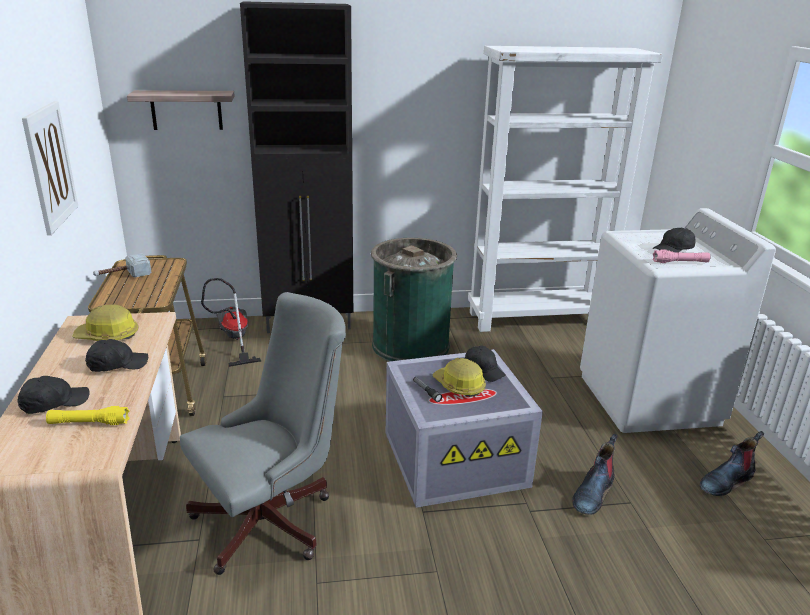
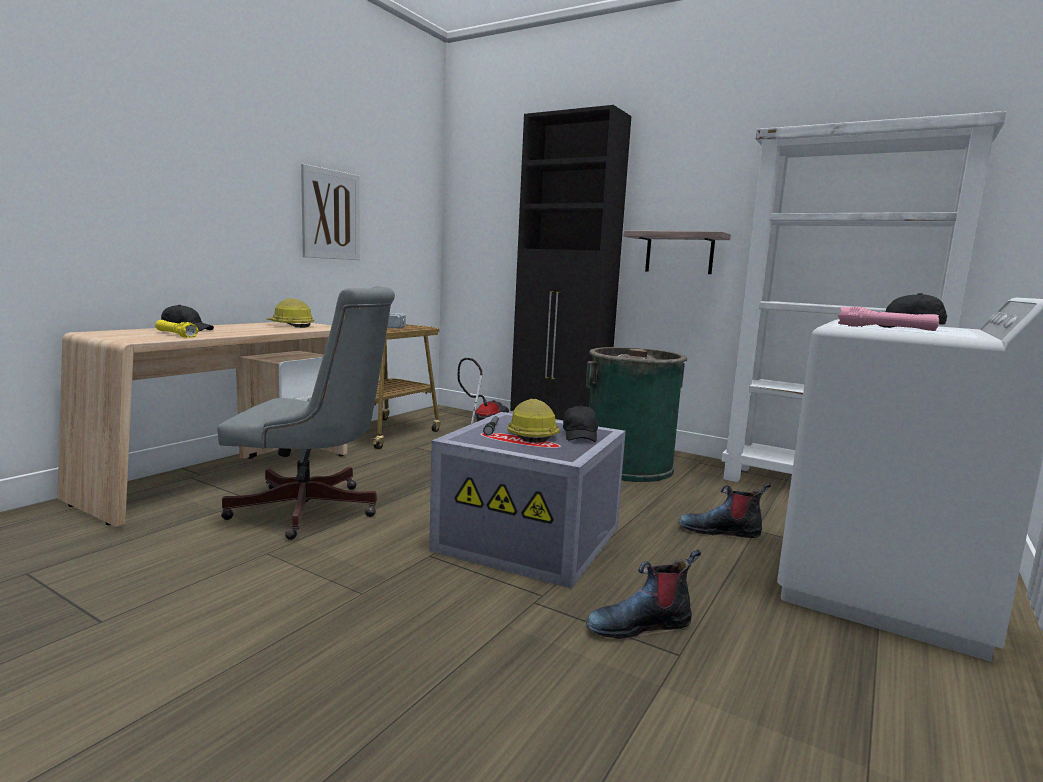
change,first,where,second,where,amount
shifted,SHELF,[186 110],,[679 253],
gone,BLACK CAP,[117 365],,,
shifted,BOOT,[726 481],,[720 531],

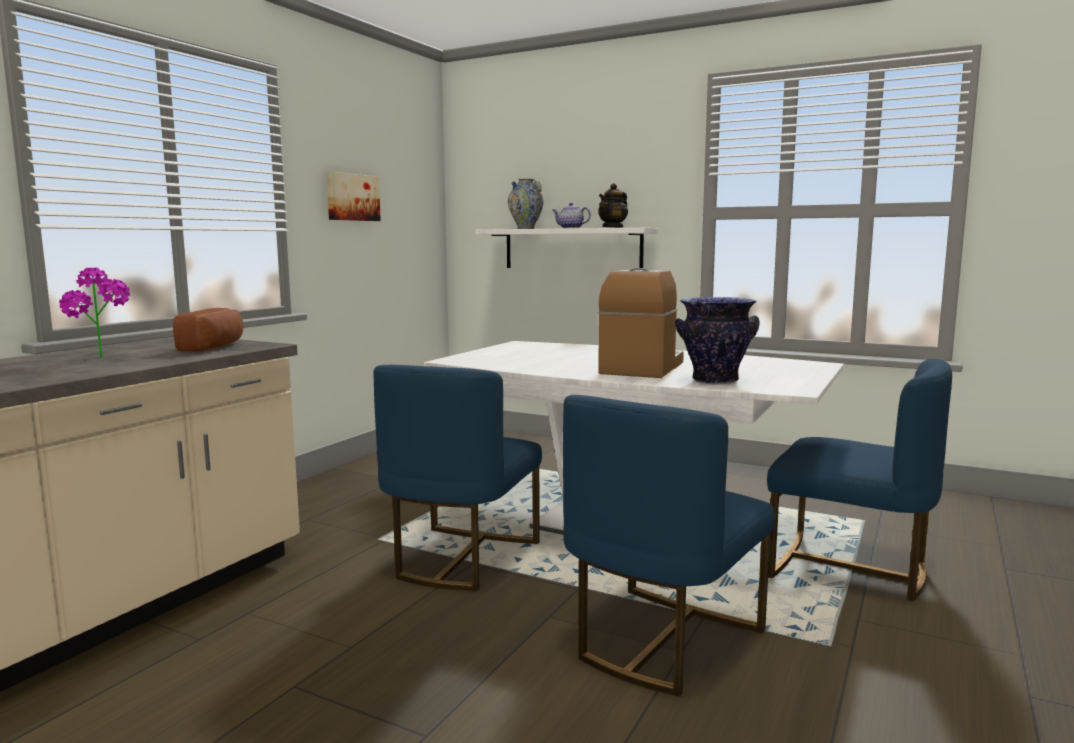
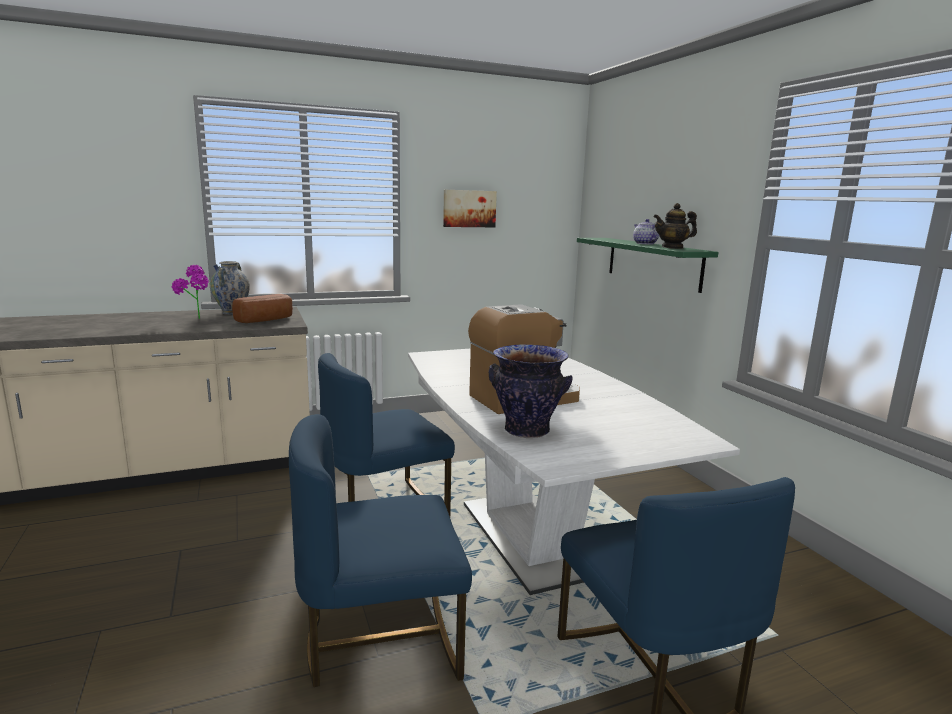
change,first,where,second,where,amount
shifted,VASE,[525 229],,[232 312],
repainted,WHITE SHELF,[572 249],GREEN SHELF,[653 263],

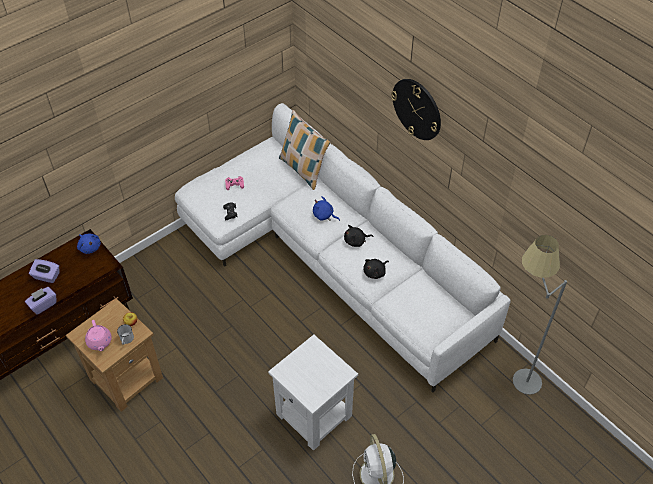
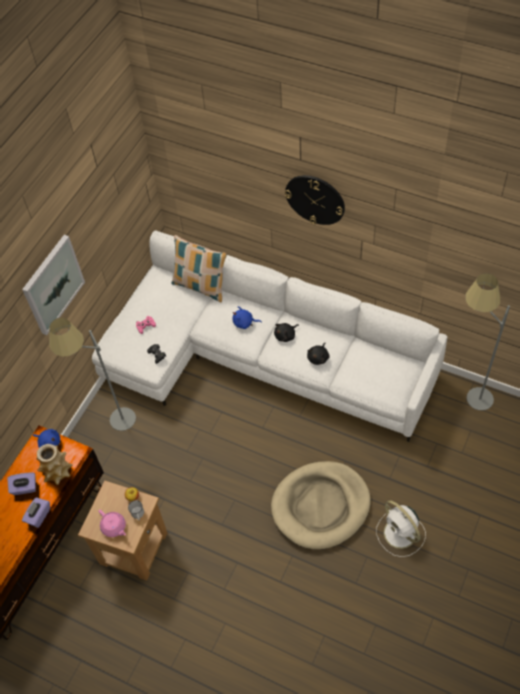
change,first,where,second,where,amount
swapped,WHITE SIDE TABLE,[314 415],BEIGE DOG BED,[321 506],
new,,,PICTURE,[52 284],
new,,,GREY FLOOR LAMP,[113 427],
new,,,VASE,[57 472],

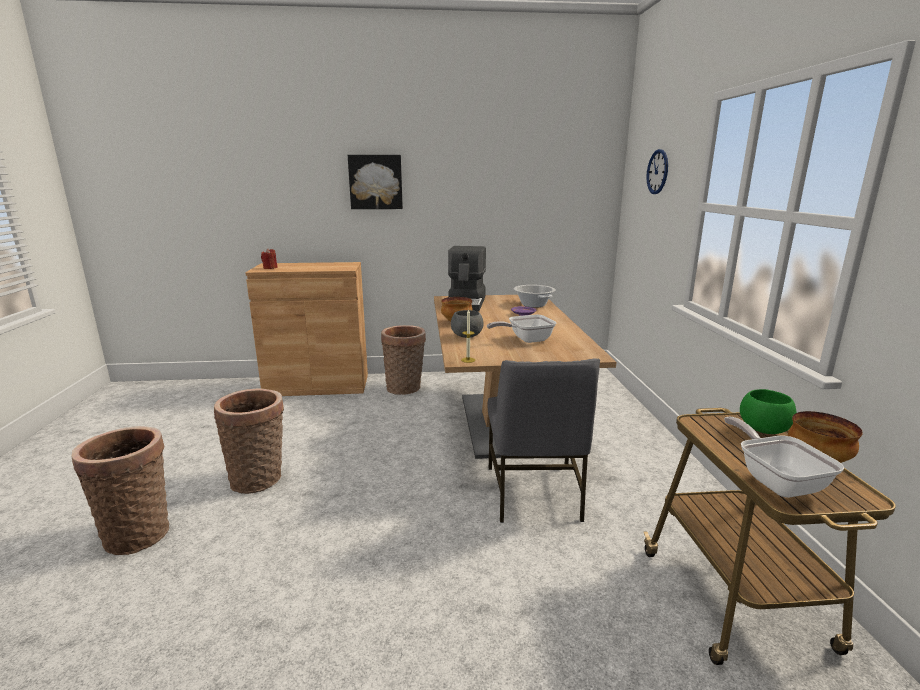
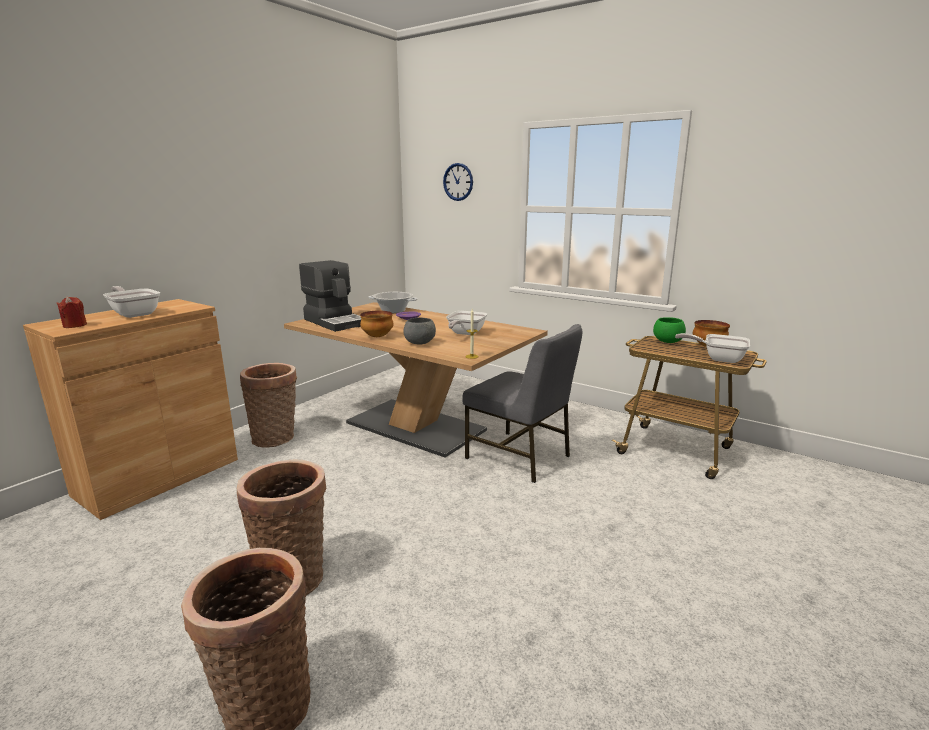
change,first,where,second,where,amount
gone,PICTURE,[375 182],,,
new,,,FRYING PAN,[134 314],

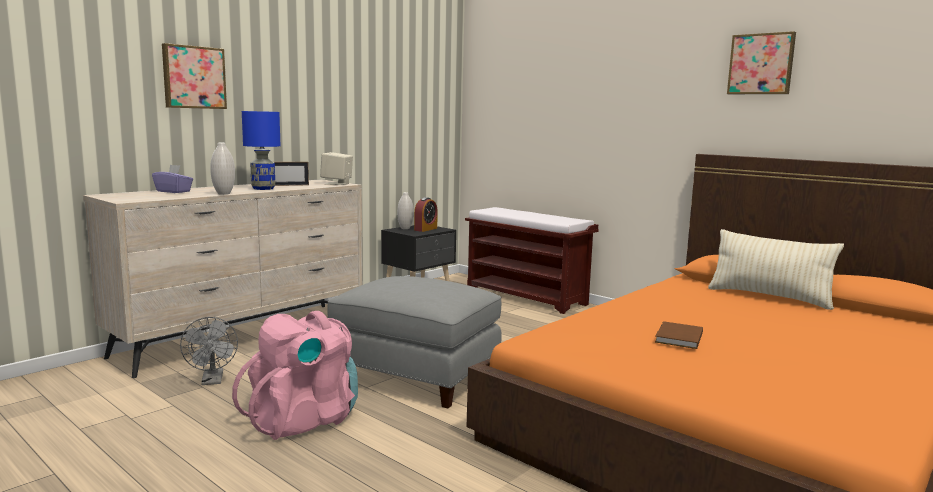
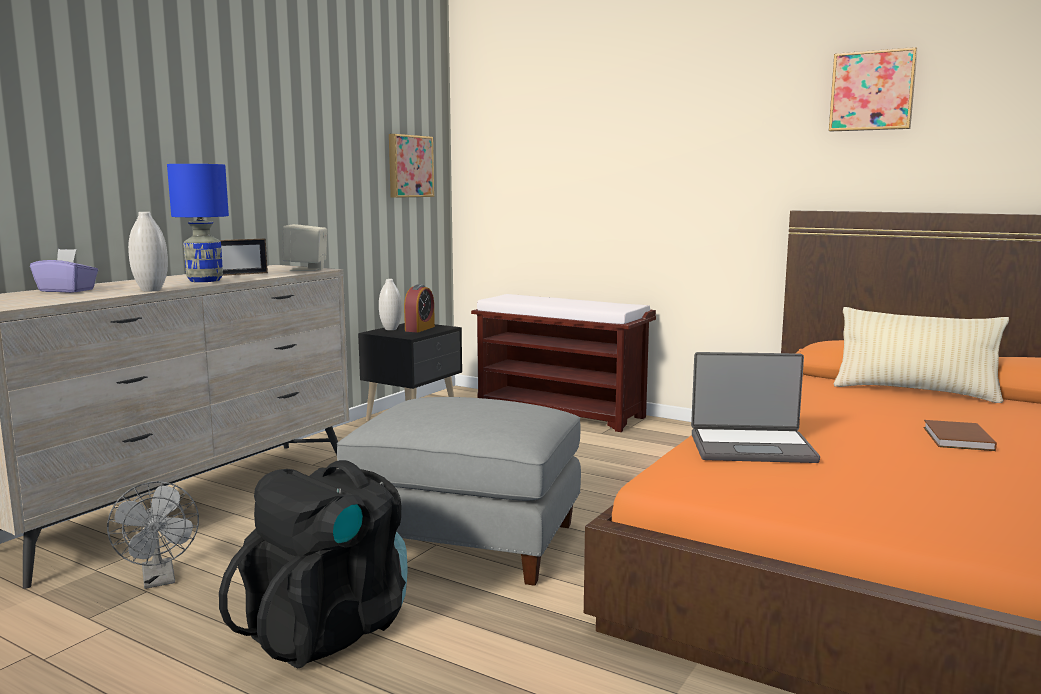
change,first,where,second,where,amount
shifted,PICTURE,[193 77],,[409 166],
repainted,PINK BACKPACK,[304 419],BLACK BACKPACK,[329 628],
shifted,BROWN BOOK,[678 338],,[957 439],
new,,,LAPTOP,[751 447],

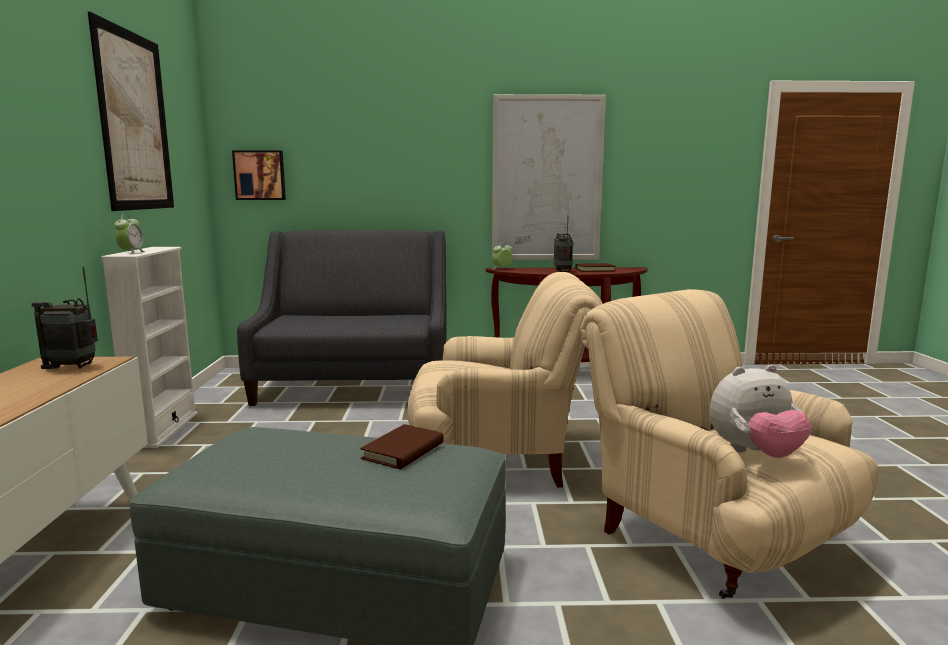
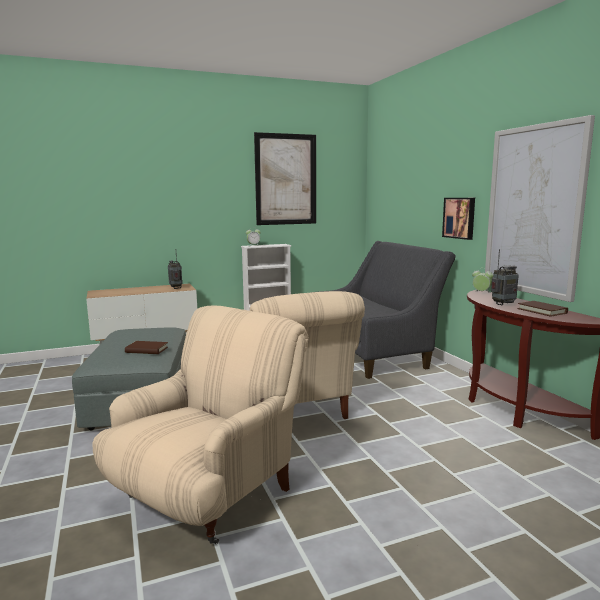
change,first,where,second,where,amount
shifted,PICTURE,[260 175],,[459 218],
gone,PLUSH TOY,[754 454],,,

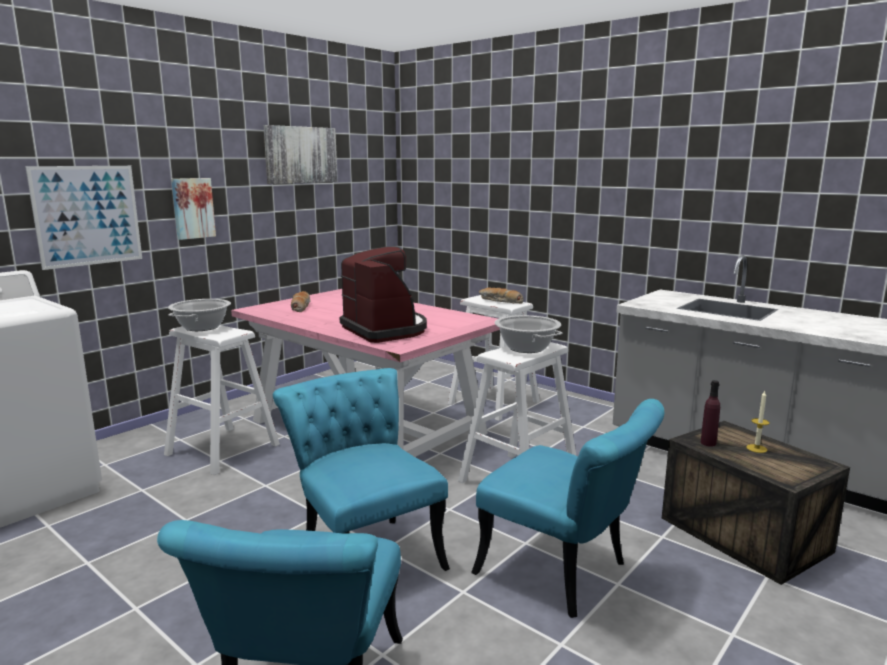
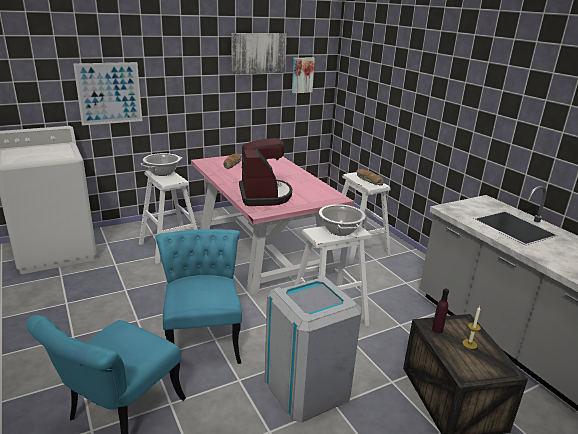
change,first,where,second,where,amount
shifted,PICTURE,[192 208],,[302 75],
swapped,TURQUOISE CHAIR,[565 574],GREY TRASH CAN,[307 388],

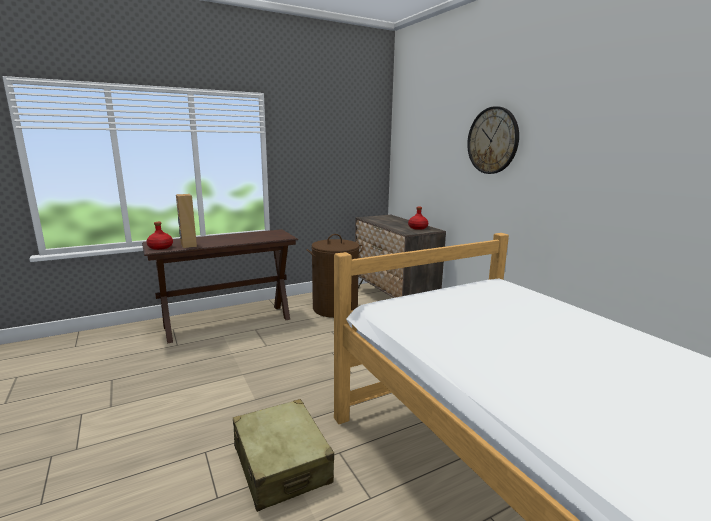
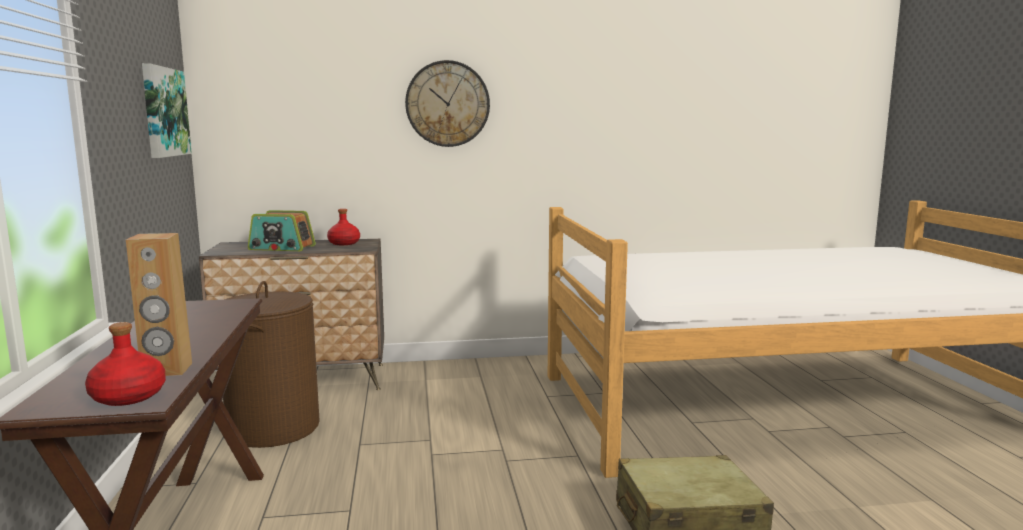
change,first,where,second,where,amount
new,,,PICTURE,[164 112],
new,,,RADIO,[282 248],

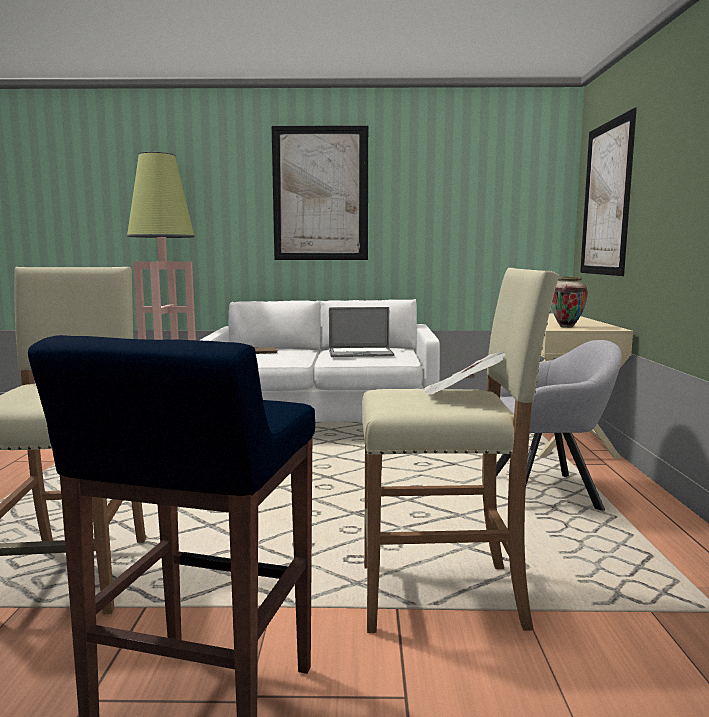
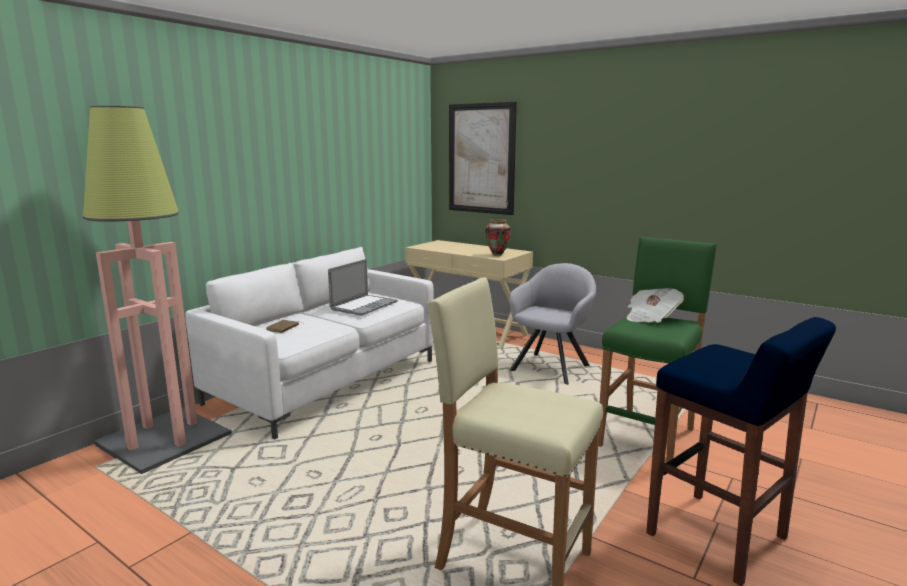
change,first,where,second,where,amount
gone,PICTURE,[320 194],,,
repainted,BEIGE STOOL,[443 596],GREEN STOOL,[647 437],

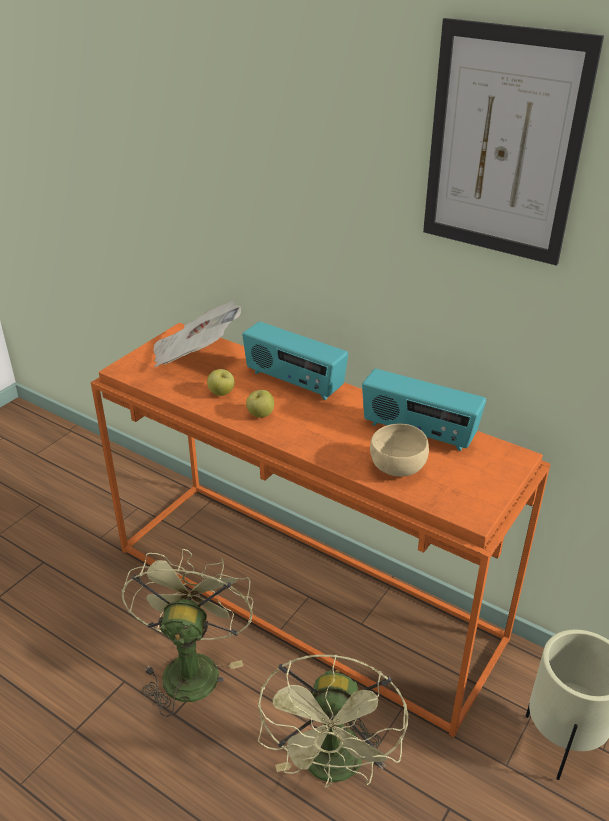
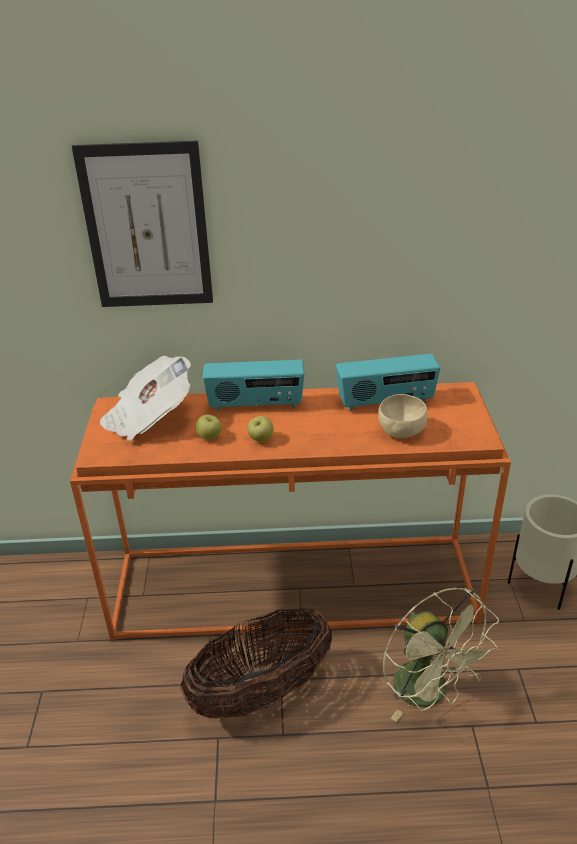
change,first,where,second,where,amount
shifted,PICTURE,[503 145],,[147 228],
swapped,GREEN FAN,[191 666],BASKET,[261 692],

